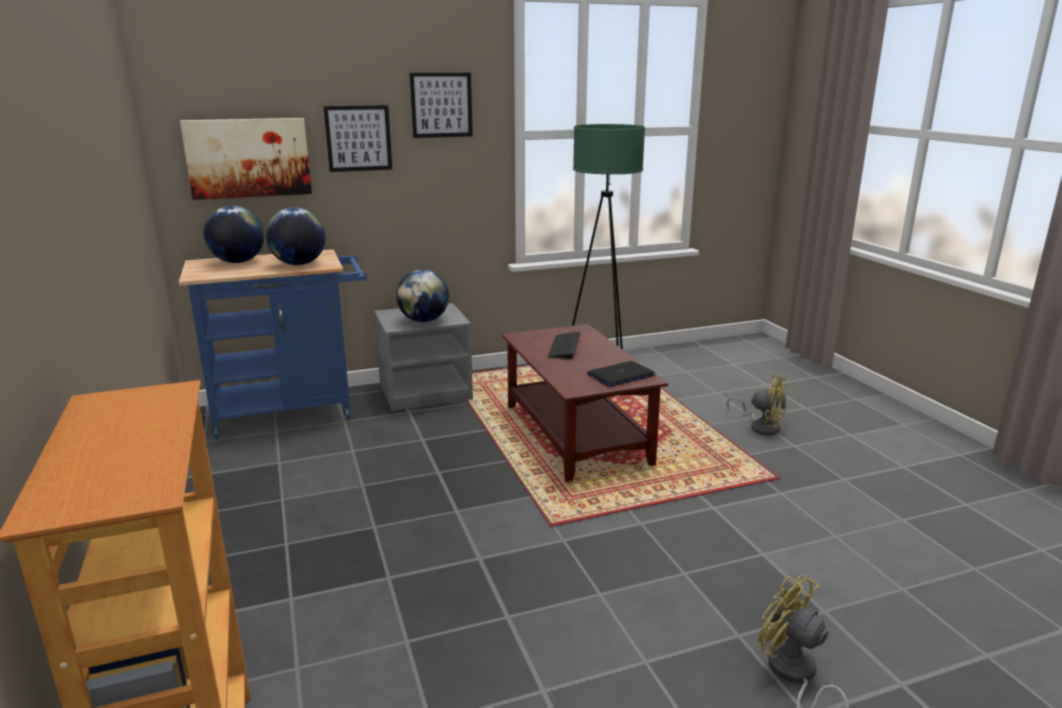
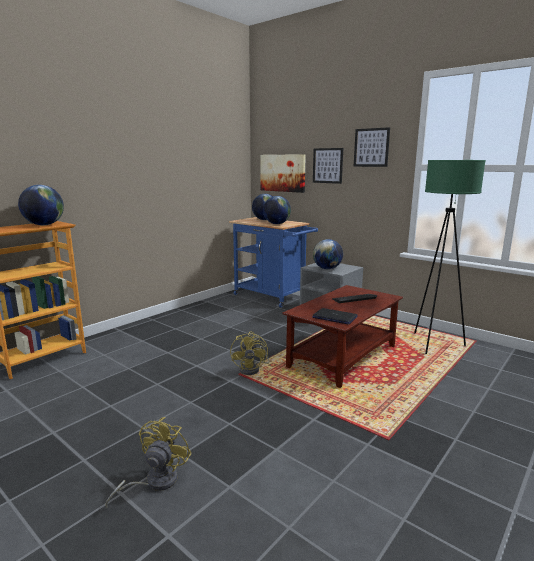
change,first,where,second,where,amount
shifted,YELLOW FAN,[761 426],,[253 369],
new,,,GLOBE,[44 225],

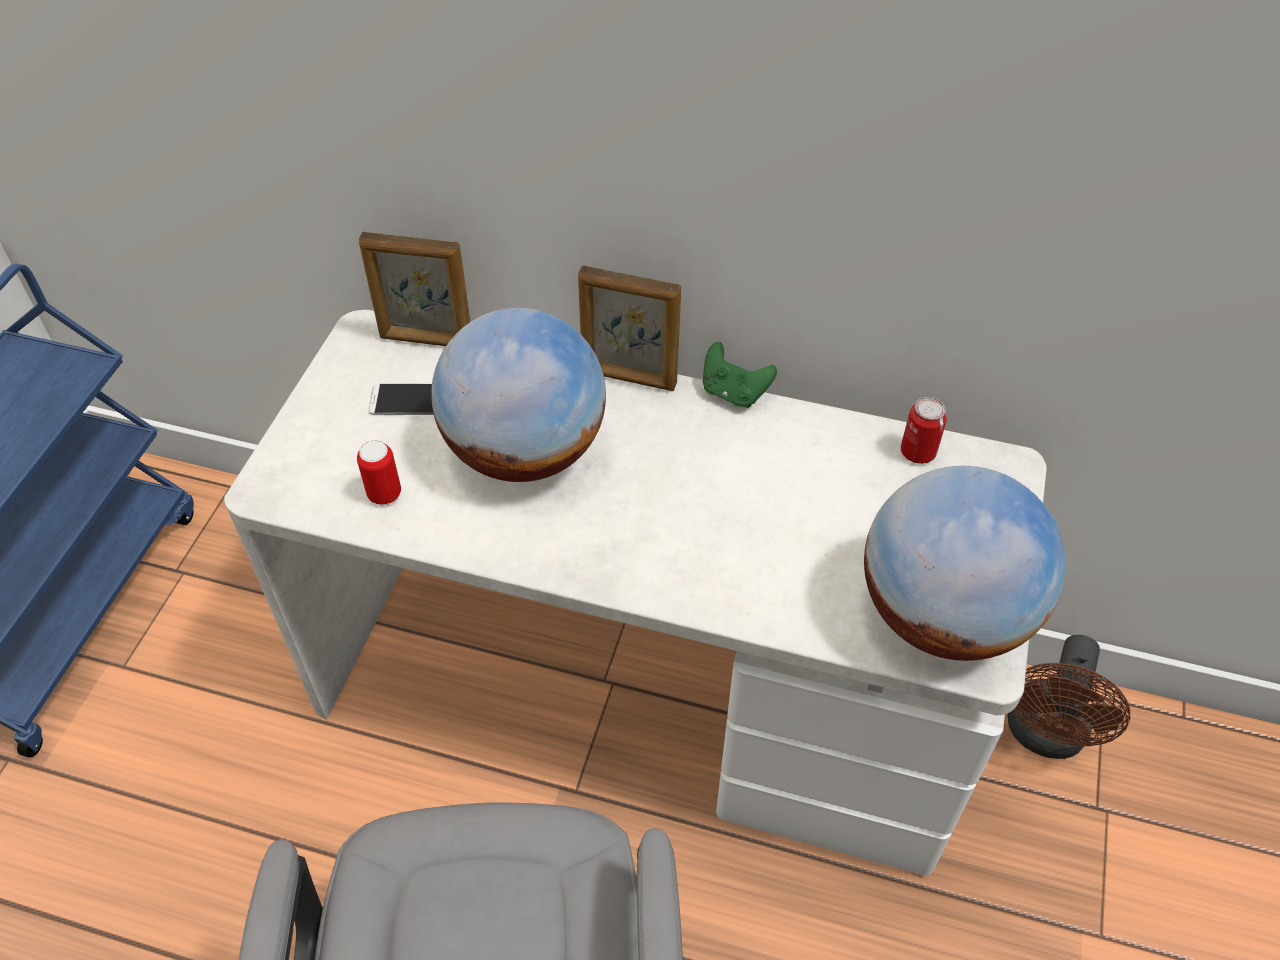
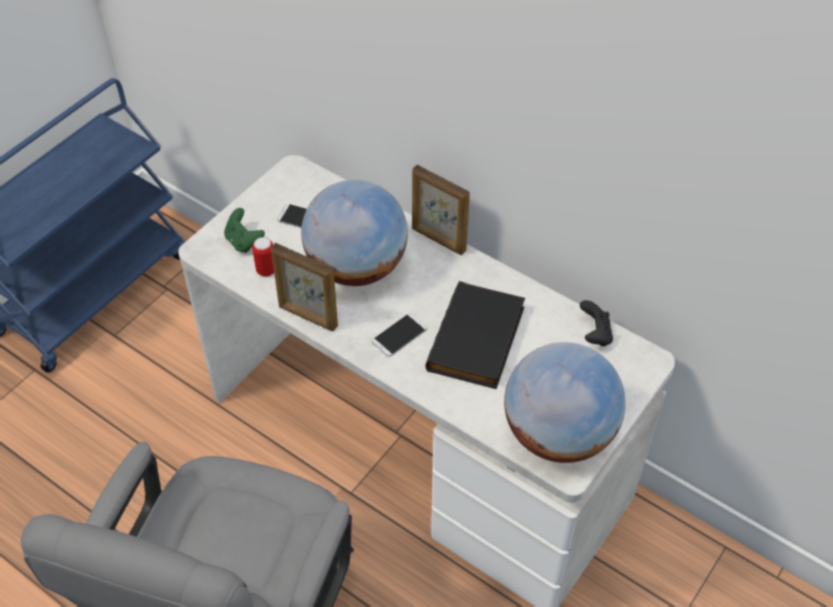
change,first,where,second,where,amount
shifted,PICTURE FRAME,[426 340],,[307 316],
shifted,GREEN GAME CONTROLLER,[733 393],,[244 242],
swapped,CAN,[918 452],BLACK GAME CONTROLLER,[595 334],
gone,BROWN FAN,[1045 736],,,
new,,,BLACK BOOK,[478 340],
new,,,PHONE,[399 335],

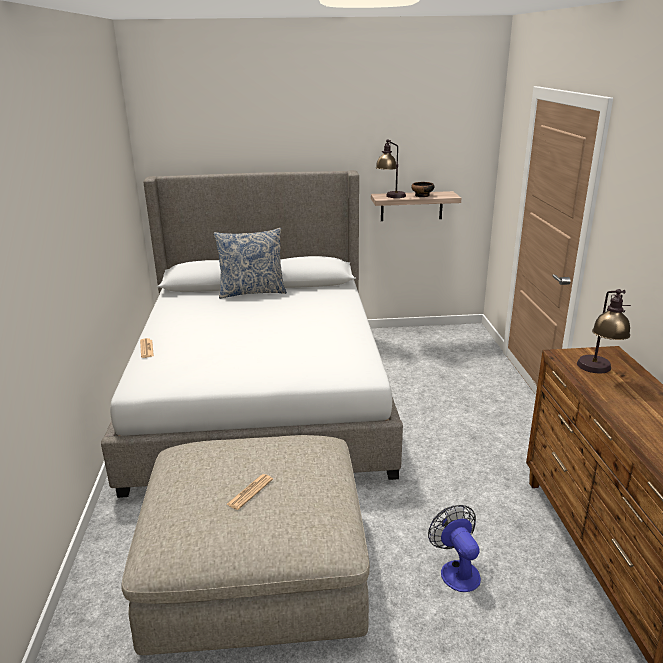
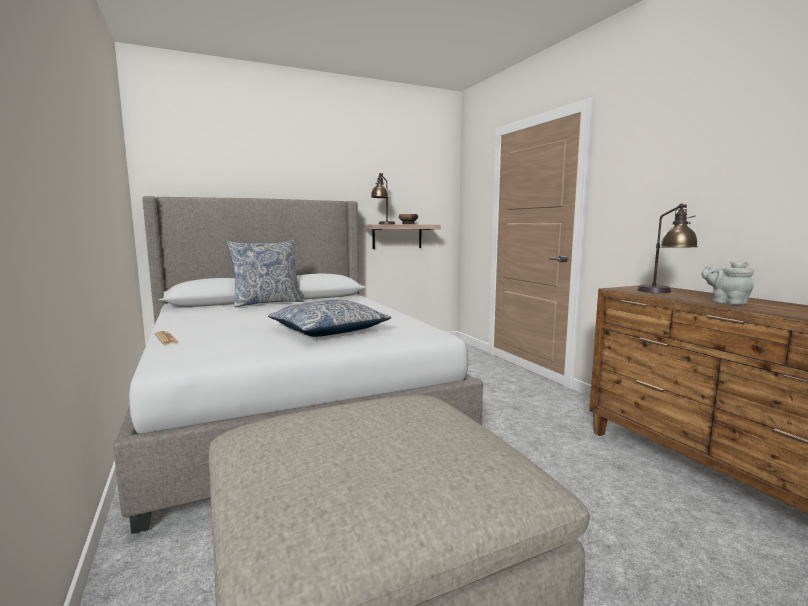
change,first,where,second,where,amount
gone,NEWSPAPER,[250 492],,,
gone,FAN,[456 570],,,
new,,,GREY TEAPOT,[726 302],
new,,,PILLOW,[328 331],

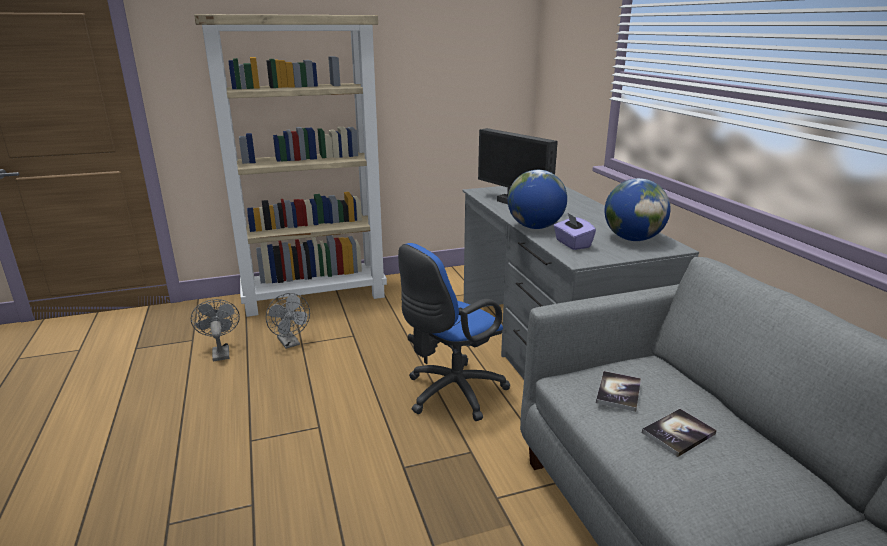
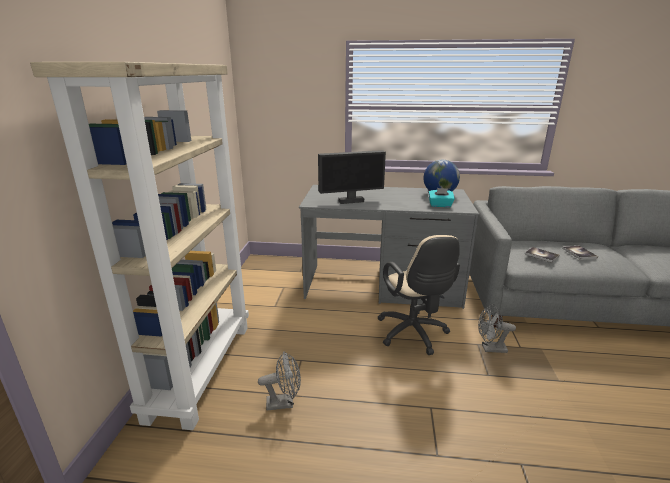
change,first,where,second,where,amount
gone,GLOBE,[535 227],,,
repainted,PURPLE TISSUE BOX,[572 244],TURQUOISE TISSUE BOX,[440 205],
repainted,BLUE OFFICE CHAIR,[450 394],BEIGE OFFICE CHAIR,[413 335],
shifted,GREY FAN,[220 352],,[490 348],

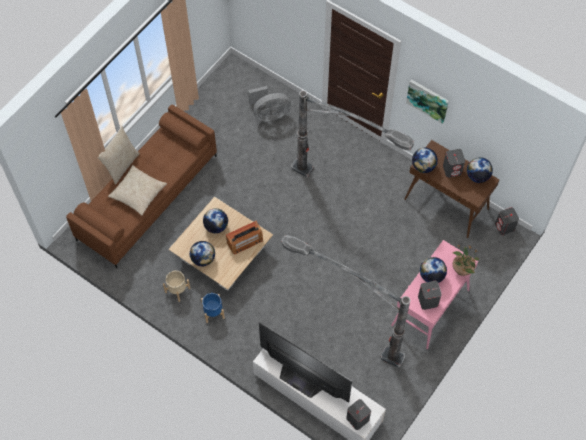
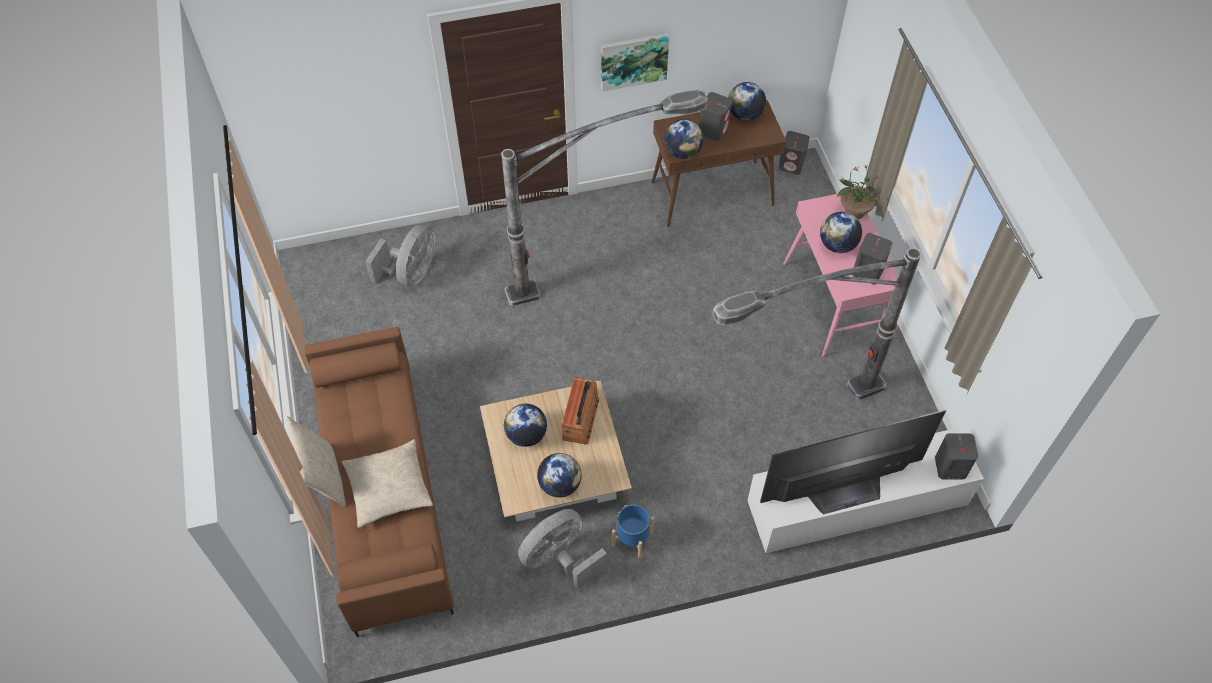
change,first,where,second,where,amount
swapped,BEIGE PLANTER,[177 290],GREY FAN,[560 559],

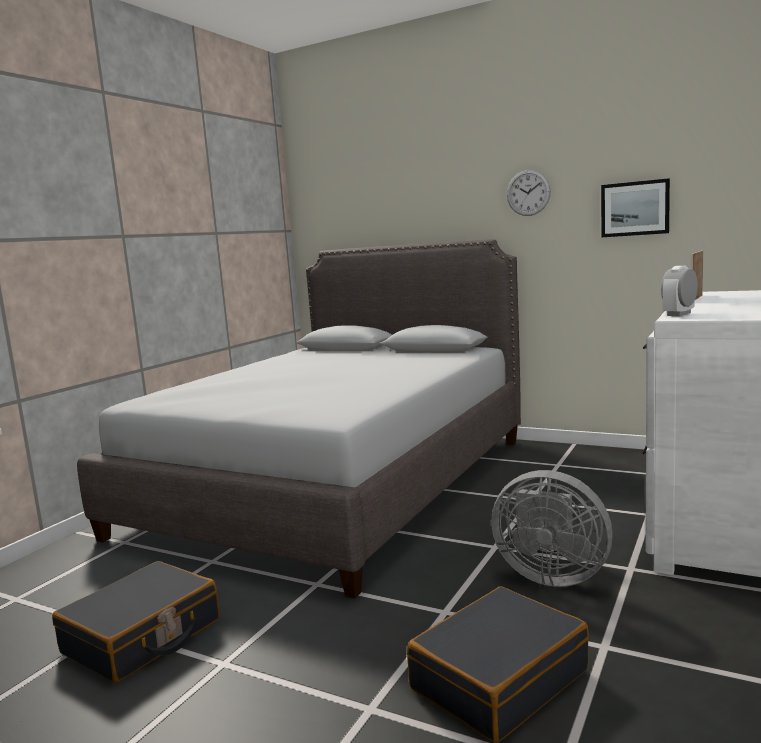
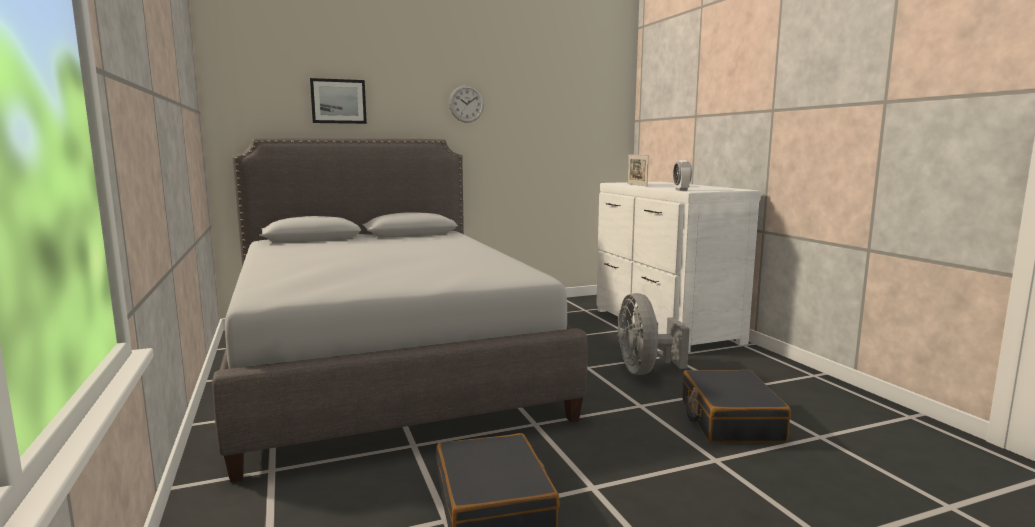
change,first,where,second,where,amount
shifted,PICTURE,[635 208],,[338 101],
rotated,GREY FAN,[550 575],,[645 370],105 degrees clockwise

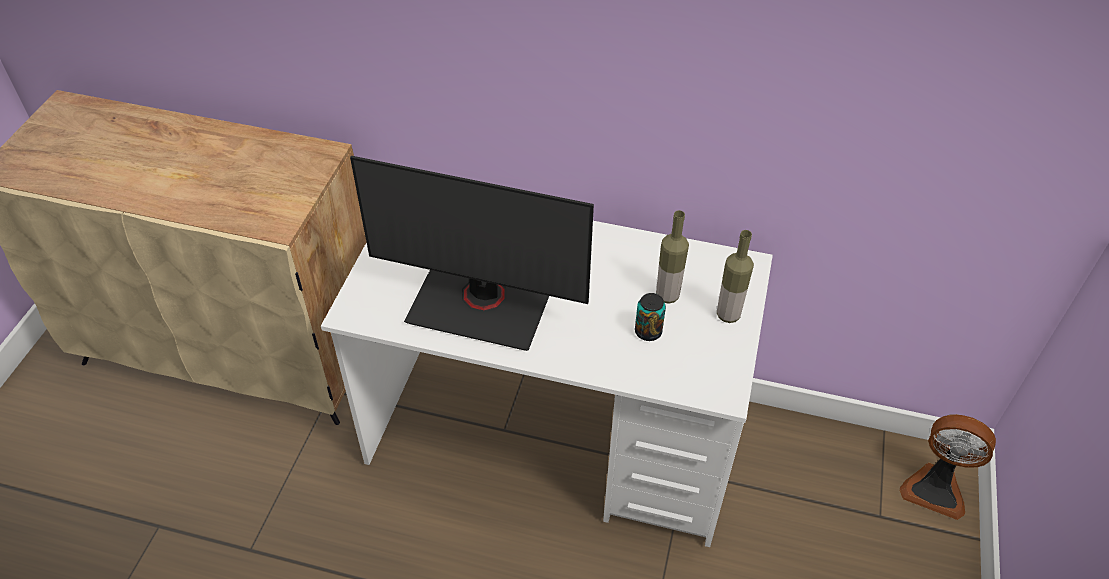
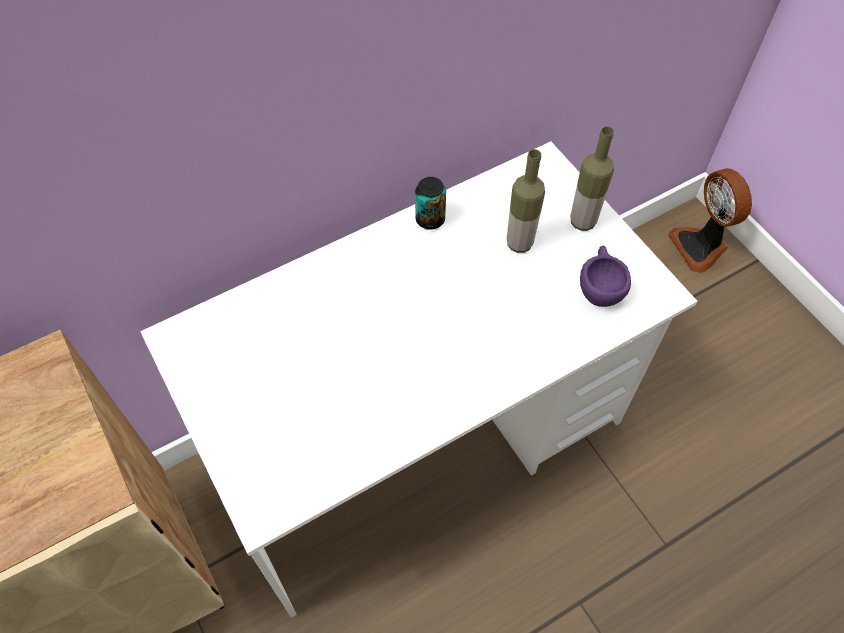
change,first,where,second,where,amount
gone,MONITOR,[481 304],,,
shifted,CAN,[648 332],,[430 219],
rotated,FAN,[935 488],,[700 246],90 degrees clockwise
new,,,PURPLE CUP,[599 287],

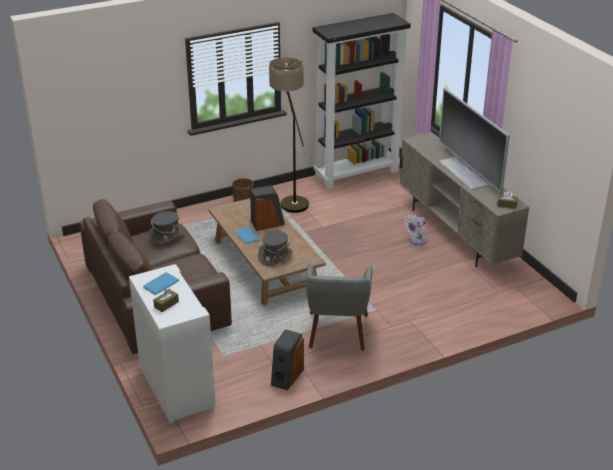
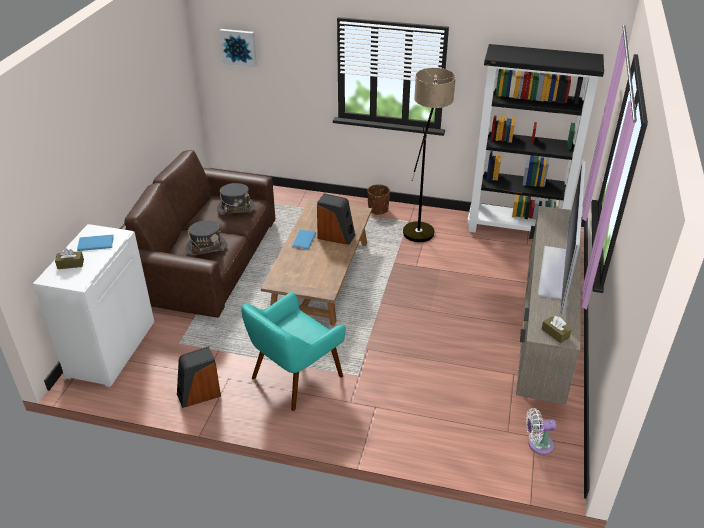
change,first,where,second,where,amount
shifted,WHITE FAN,[416 241],,[538 444],
shifted,GREY HAT,[275 256],,[206 247],
repainted,GREY ARMCHAIR,[337 332],TURQUOISE ARMCHAIR,[295 377],
new,,,PICTURE,[239 47],

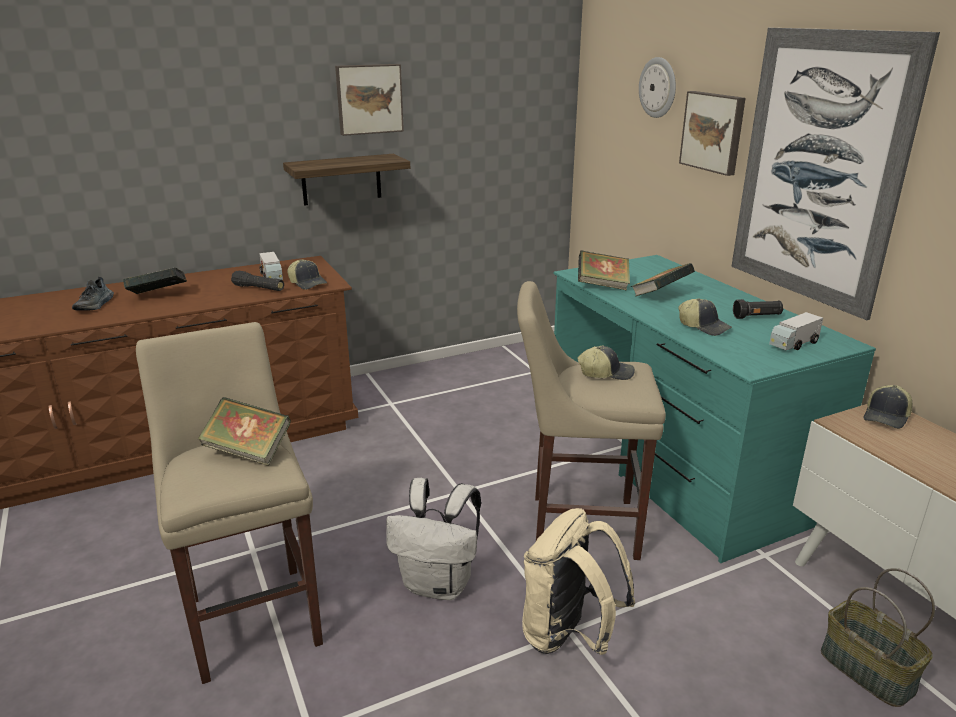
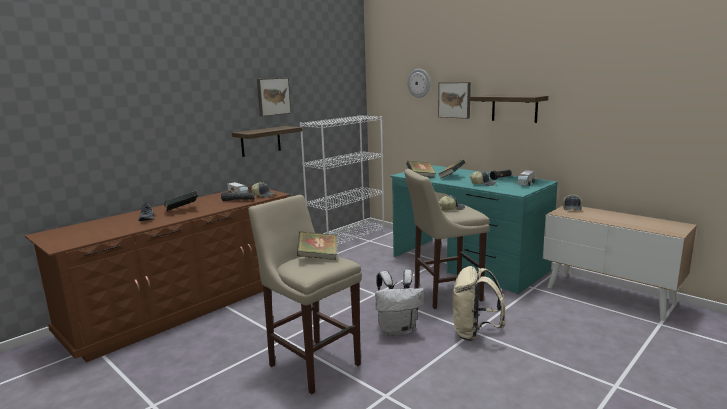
change,first,where,second,where,amount
swapped,PICTURE,[819 169],SHELF,[514 108],
gone,BASKET,[865 671],,,
new,,,WHITE BOOKCASE,[347 238],

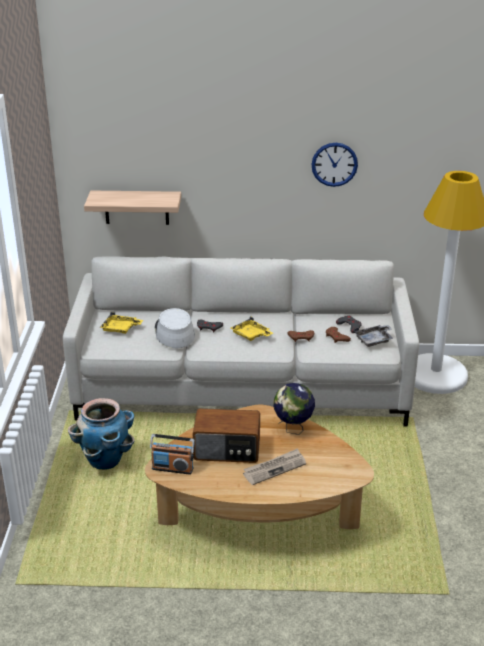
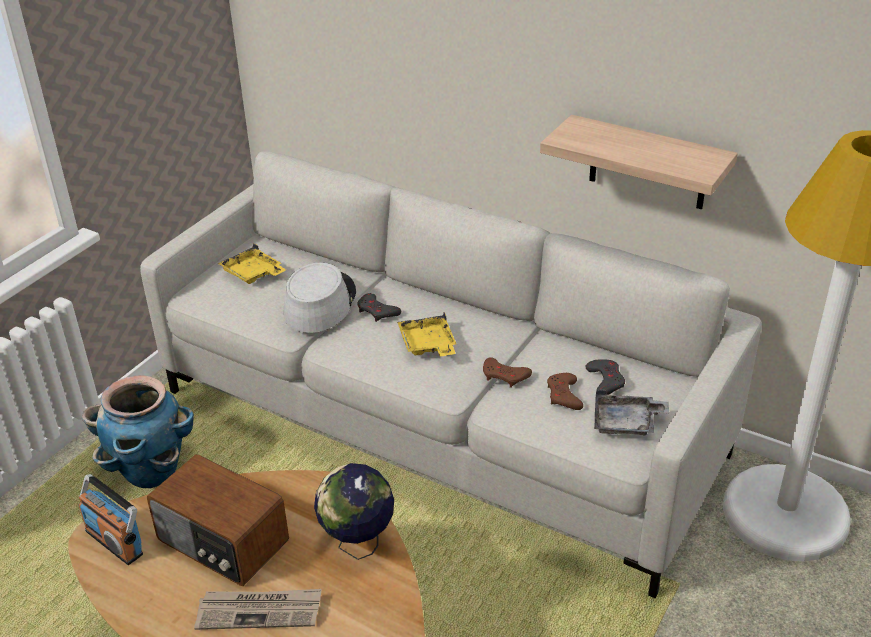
change,first,where,second,where,amount
gone,WALL CLOCK,[334 164],,,
shifted,SHELF,[136 207],,[648 163],

